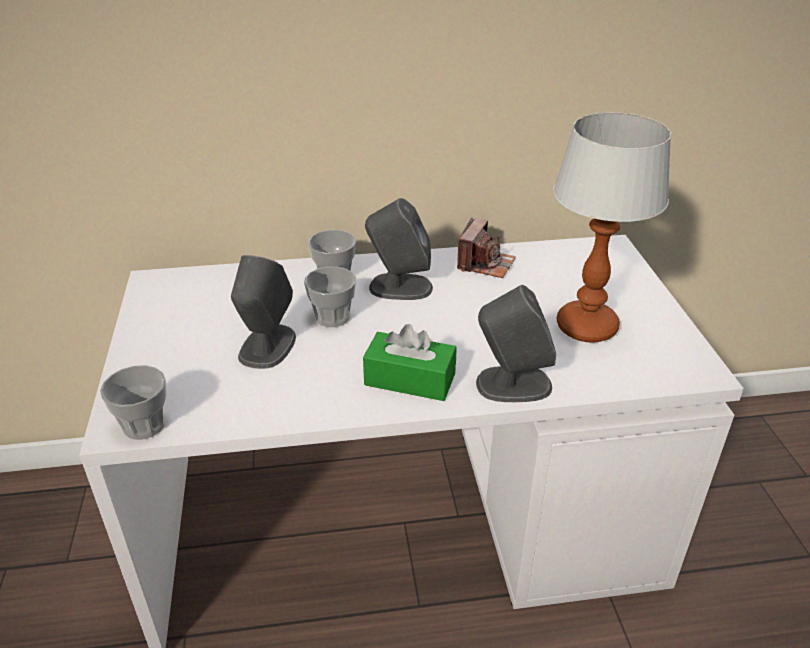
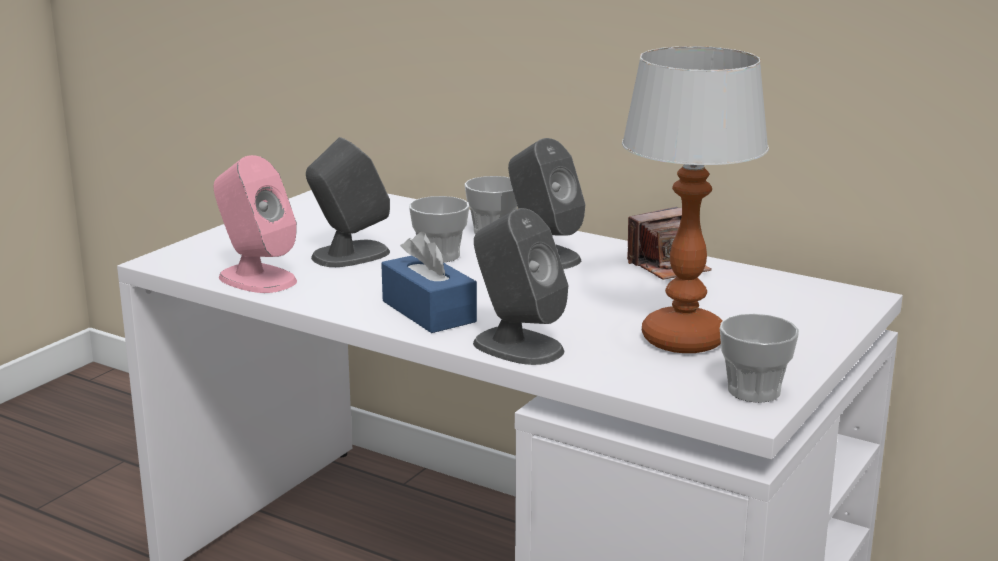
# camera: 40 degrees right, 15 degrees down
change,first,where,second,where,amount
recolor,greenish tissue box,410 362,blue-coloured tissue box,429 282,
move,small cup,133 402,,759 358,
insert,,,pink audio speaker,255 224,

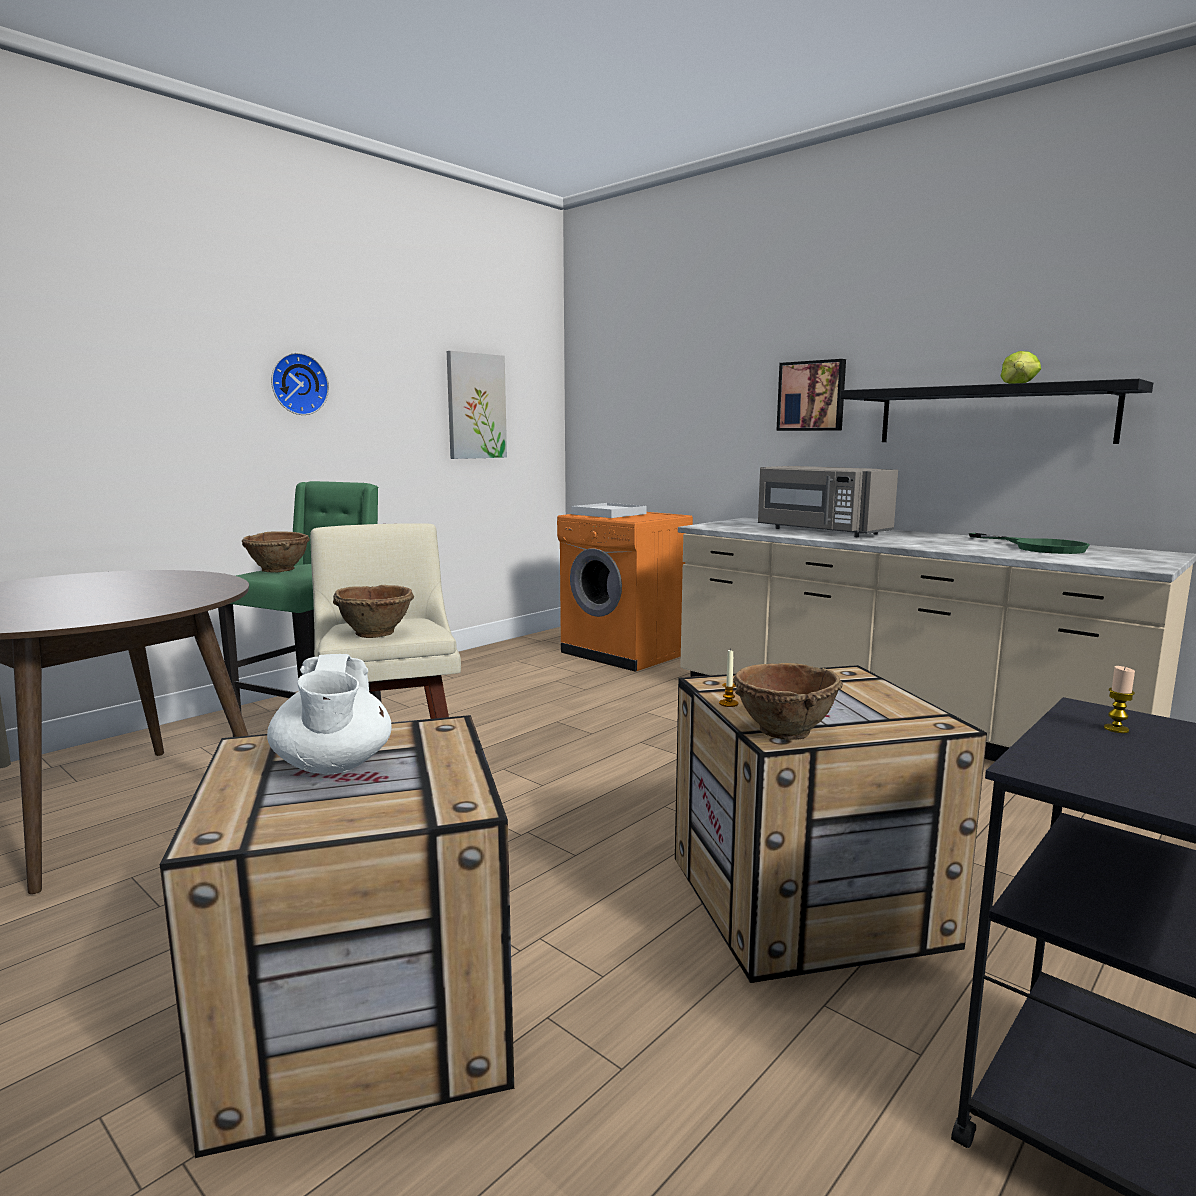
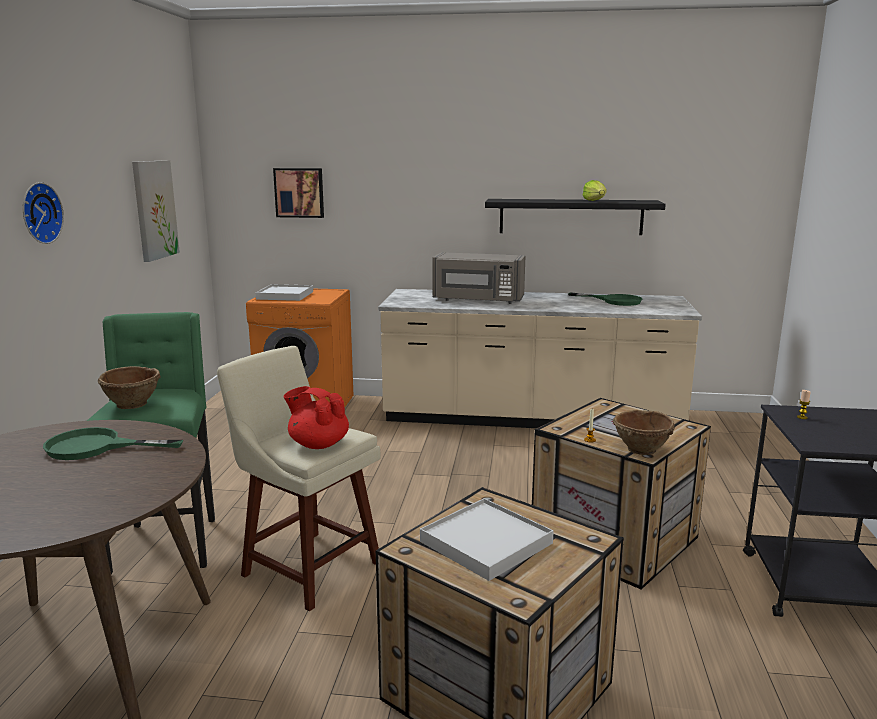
# camera: 35 degrees left, 5 degrees up
change,first,where,second,where,amount
move,picture,811 395,,298 193,
replace,brown deep dish,373 611,red-coloured teapot,316 417,
replace,white teapot,329 714,white serving tray,487 539,
insert,,,greenish pan,113 443,

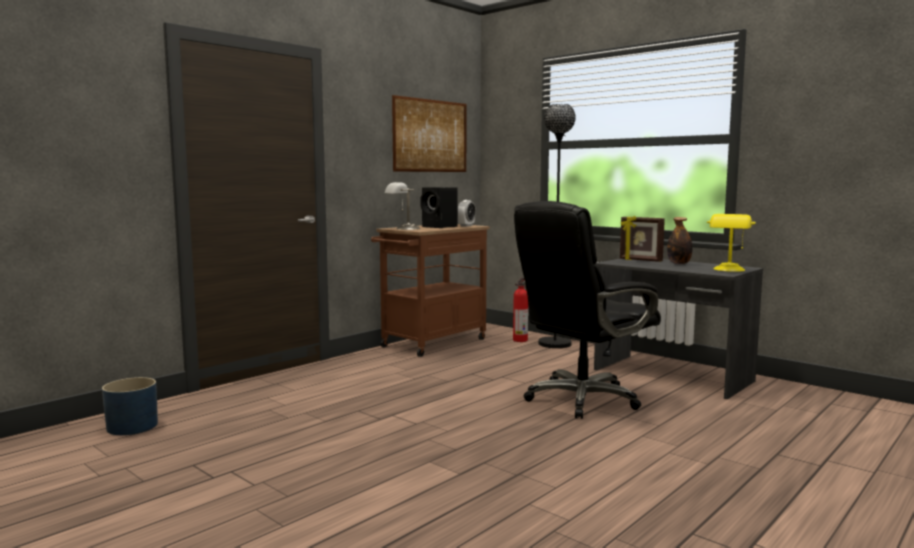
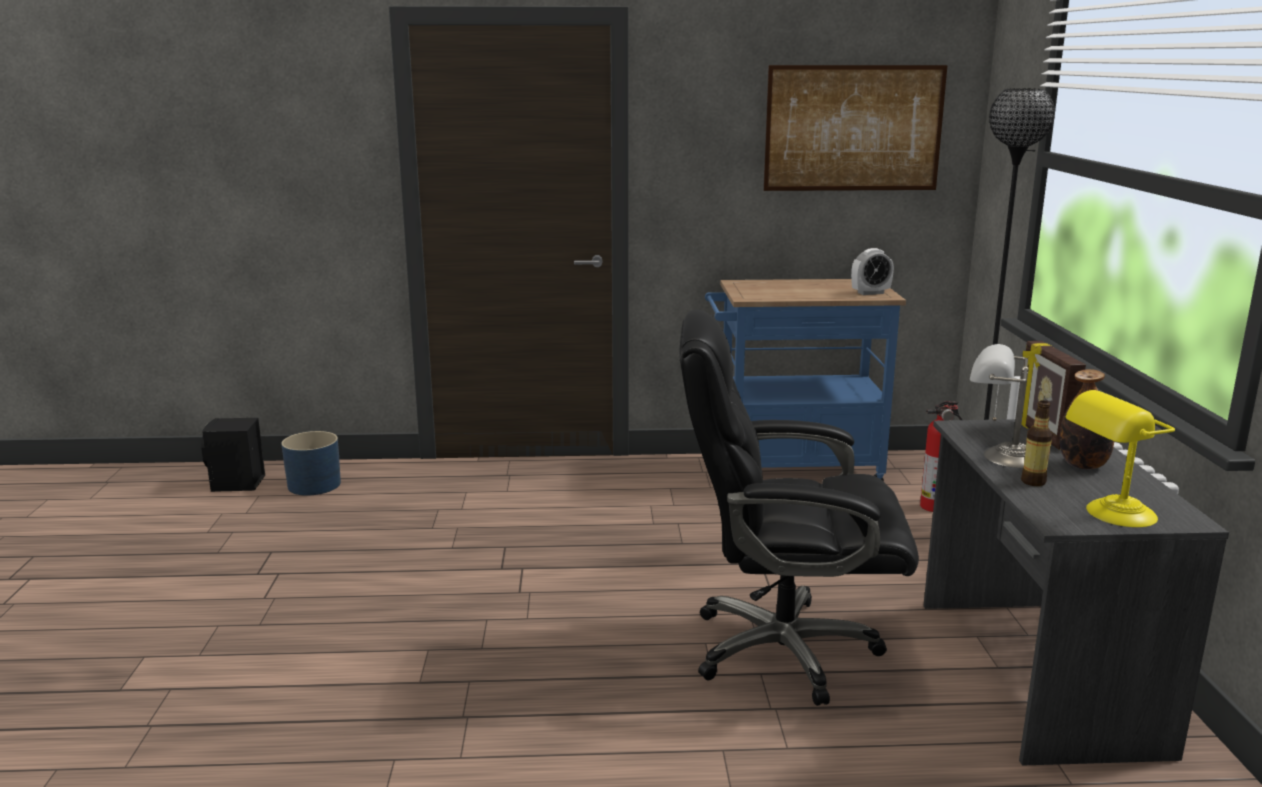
# camera: 45 degrees right, 10 degrees up
change,first,where,second,where,amount
move,white tabletop lamp,403 206,,999 406,
move,black audio speaker,439 207,,233 455,
recolor,brown trolley,430 290,blue-coloured trolley,805 380,
insert,,,bottle,1036 443,

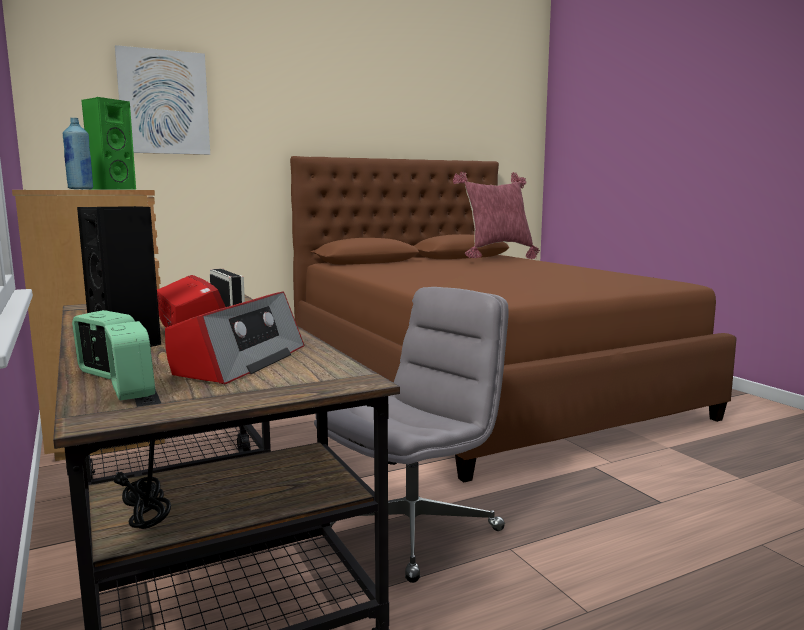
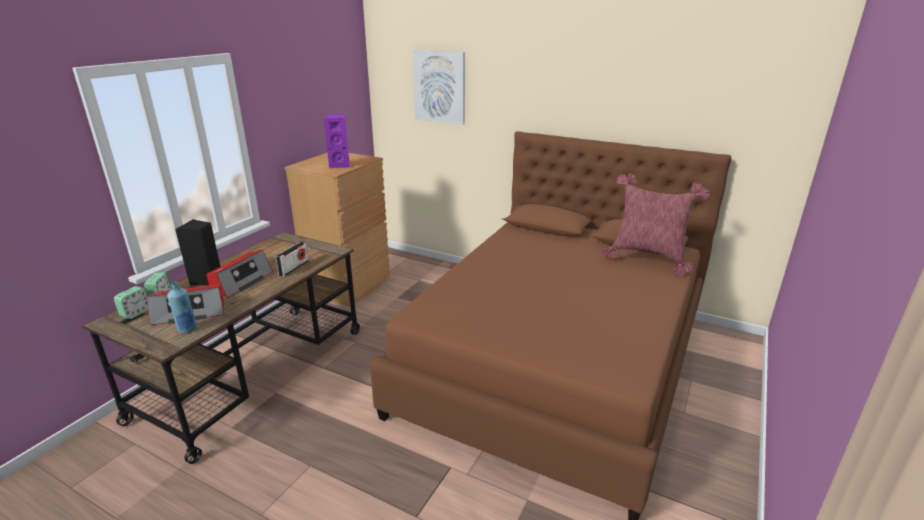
# camera: 55 degrees right, 15 degrees up
change,first,where,second,where,amount
recolor,greenish audio speaker,108 143,purple-coloured audio speaker,337 141,
move,blue-coloured bottle,78 153,,182 308,
delete,gray desk chair,411 435,,,

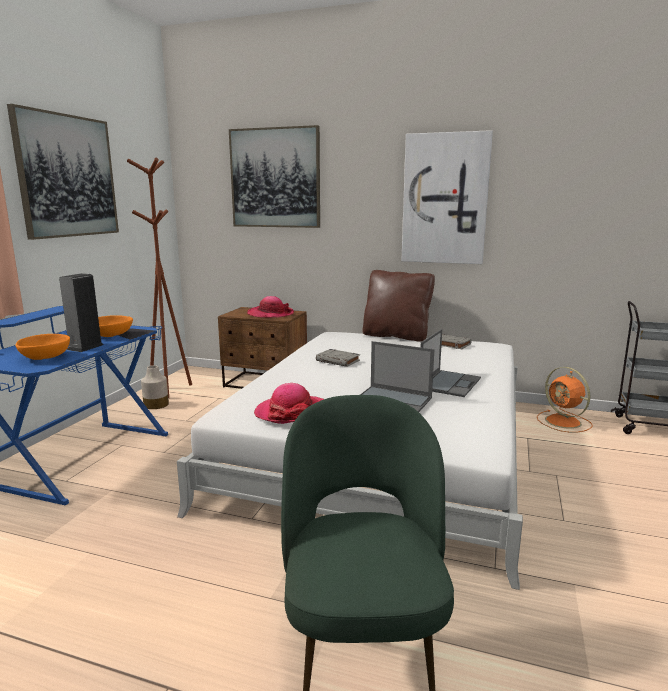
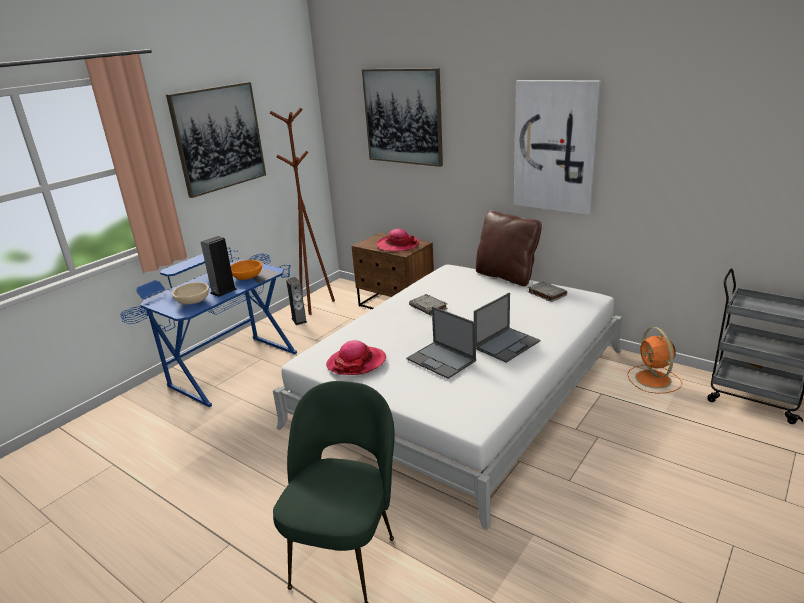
# camera: 20 degrees right, 10 degrees up
change,first,where,second,where,amount
recolor,orangey deep dish,42 347,beige-coloured deep dish,190 293,
replace,beige-coloured decorative vase,155 387,audio speaker,296 301,

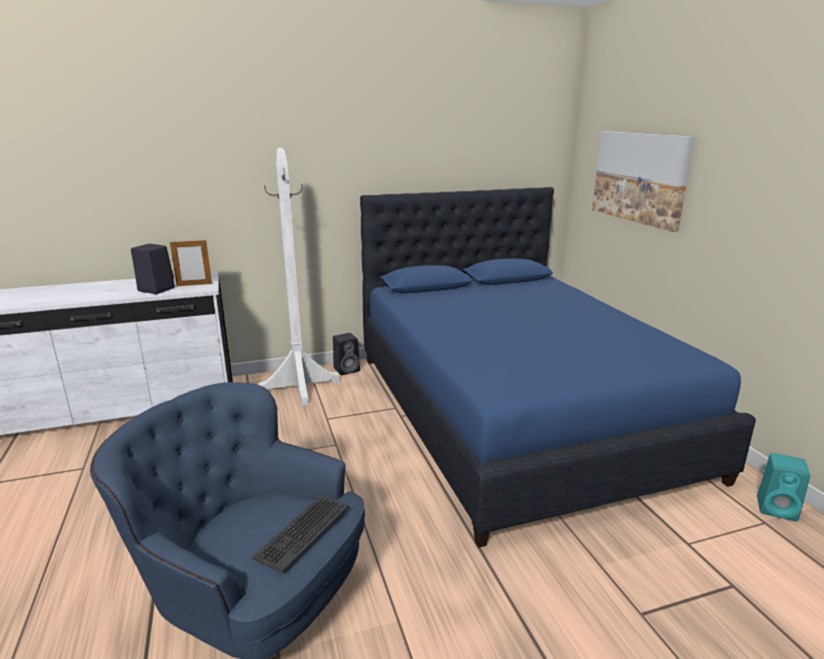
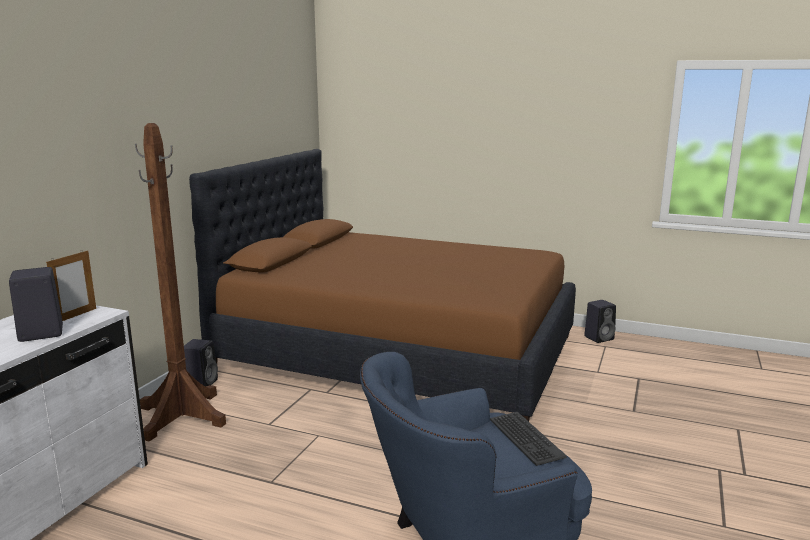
# camera: 50 degrees left, 5 degrees down
change,first,where,second,where,amount
delete,picture,643 181,,,
recolor,white garment stand,299 277,brown garment stand,180 282,
recolor,blue-coloured bedroom bed,558 367,brown bedroom bed,382 285,
recolor,blue-green audio speaker,783 487,black audio speaker,600 321,

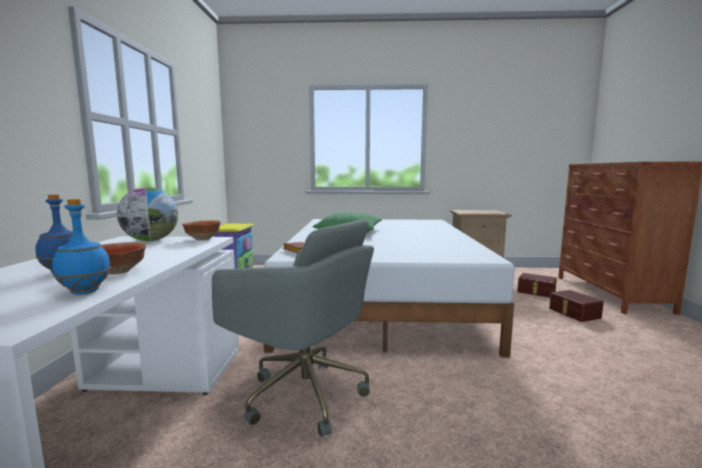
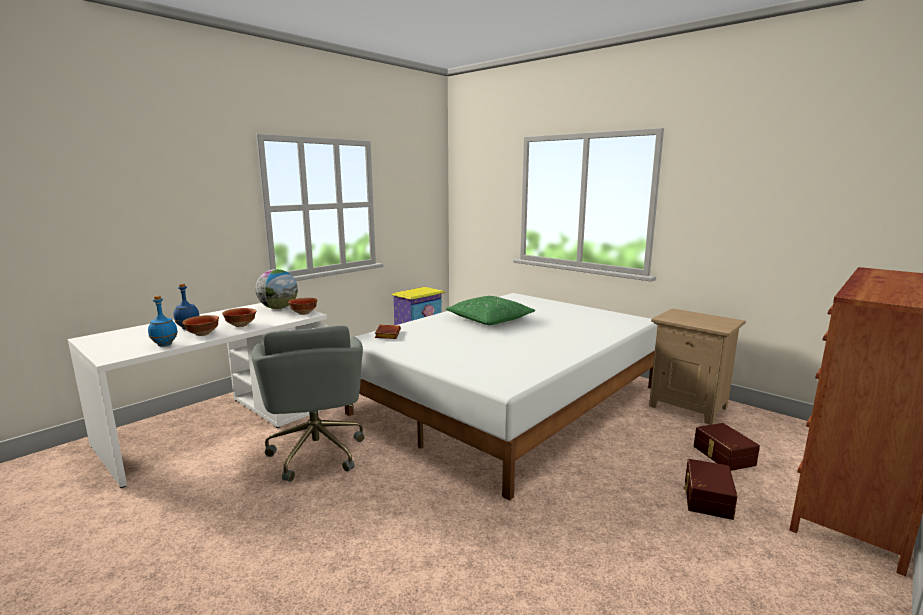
# camera: 40 degrees right, 5 degrees up
change,first,where,second,where,amount
insert,,,deep dish,239 317,

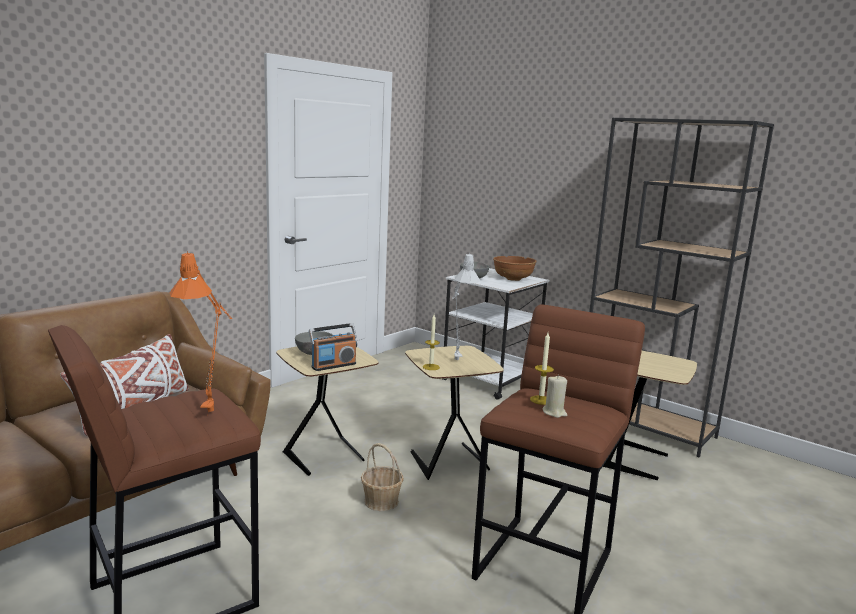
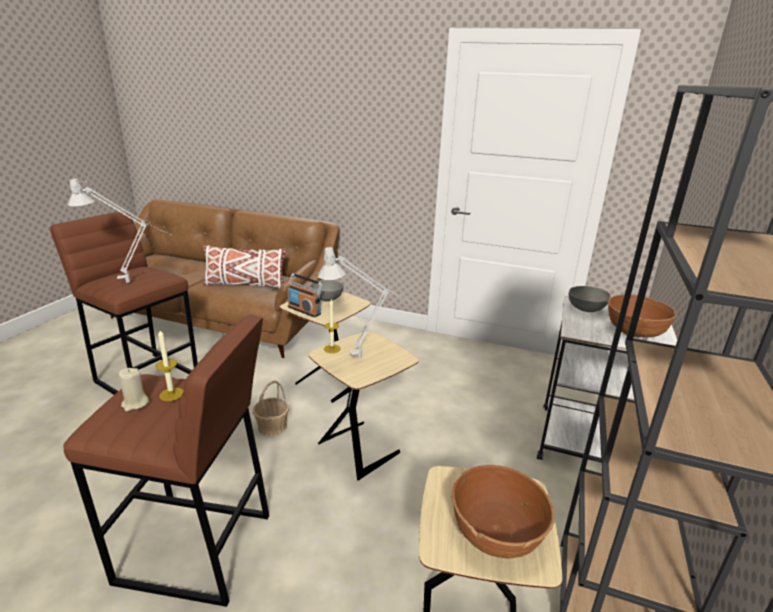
# camera: 70 degrees right, 10 degrees up
change,first,where,second,where,amount
recolor,orangey tabletop lamp,200 331,gray tabletop lamp,120 230,
insert,,,brown deep dish,503 511,

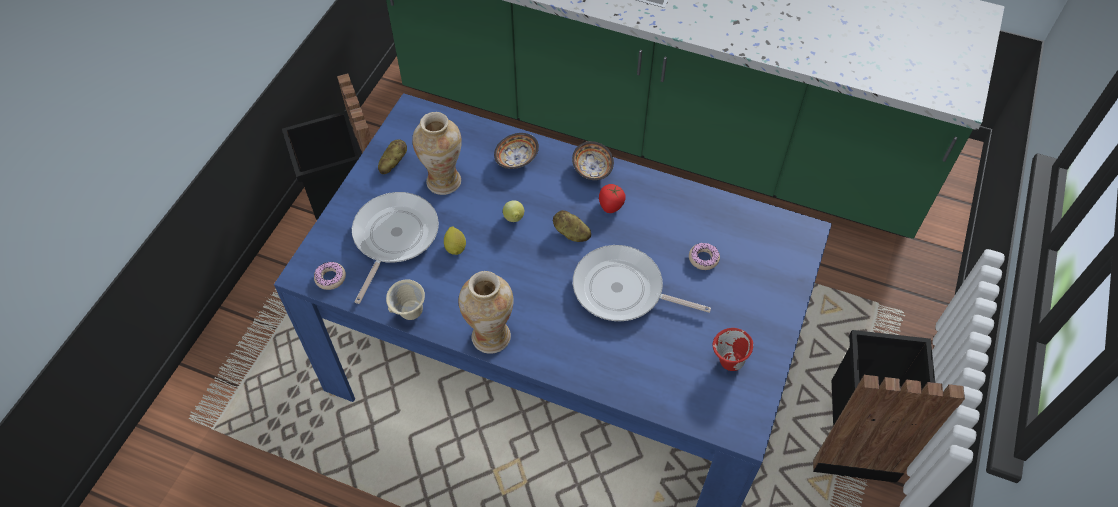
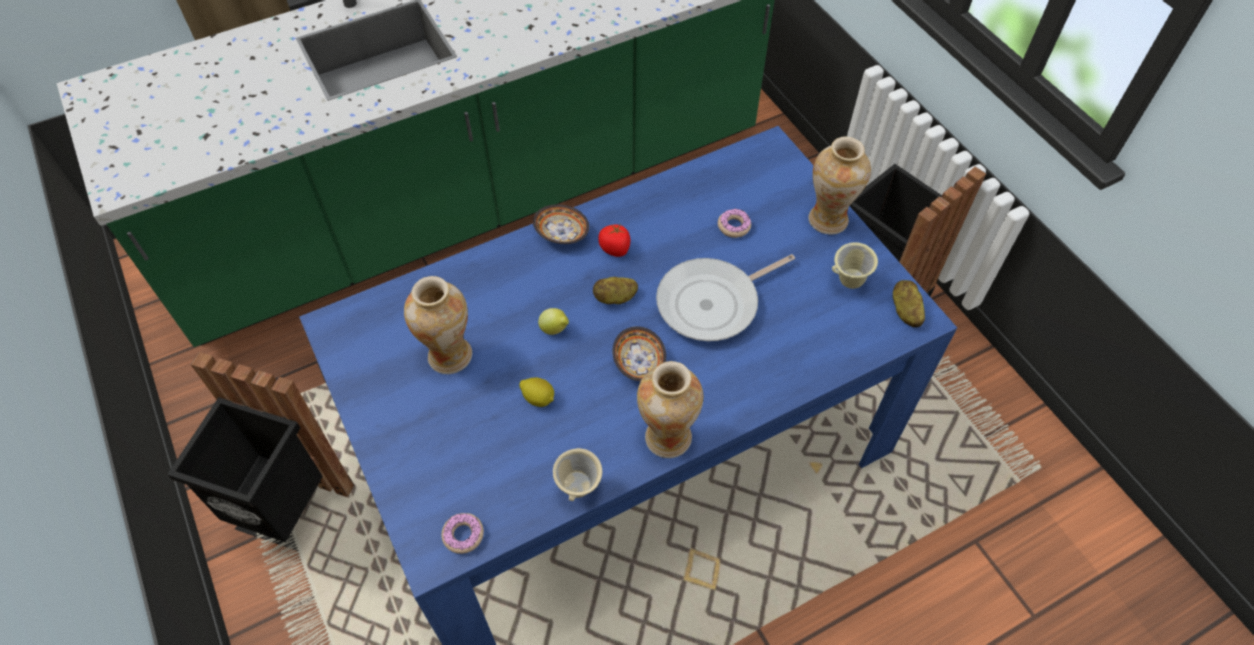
# camera: 50 degrees left, 0 degrees up
change,first,where,second,where,amount
move,deep dish,516 151,,639 353,
move,whole potato,392 156,,909 303,
delete,pan,395 248,,,
recolor,red-coloured tea mug,733 349,beige-coloured tea mug,855 265,
insert,,,decorative vase,840 185,

